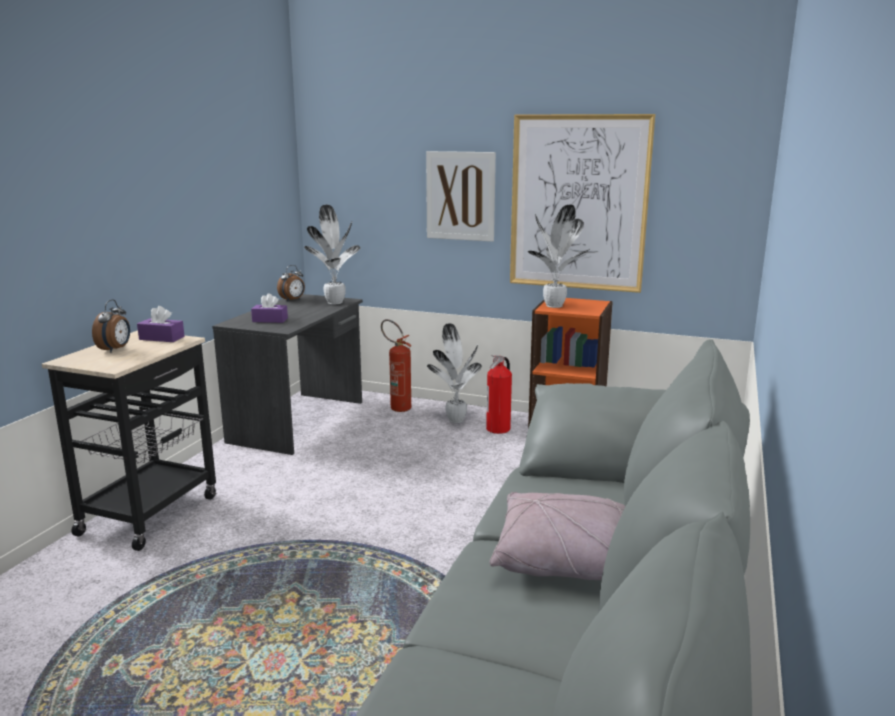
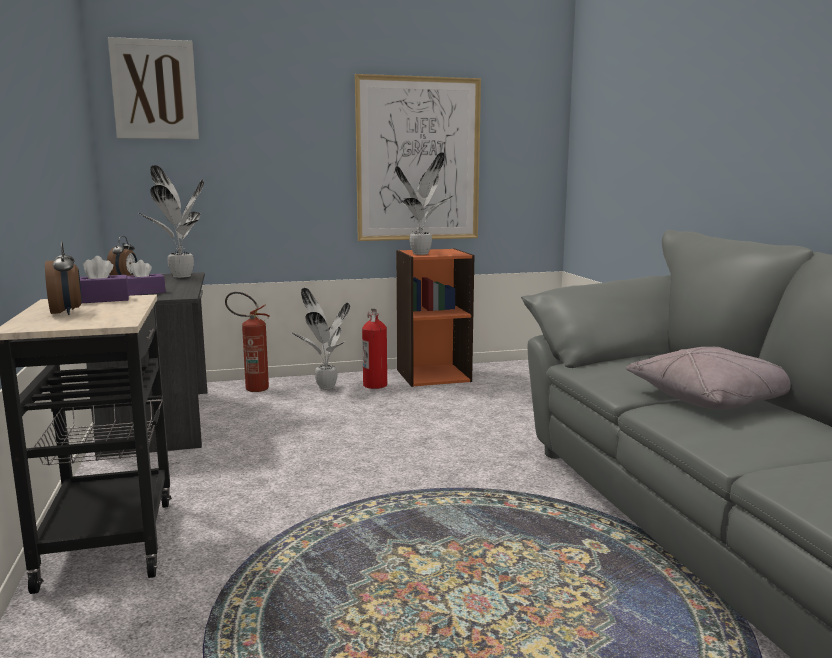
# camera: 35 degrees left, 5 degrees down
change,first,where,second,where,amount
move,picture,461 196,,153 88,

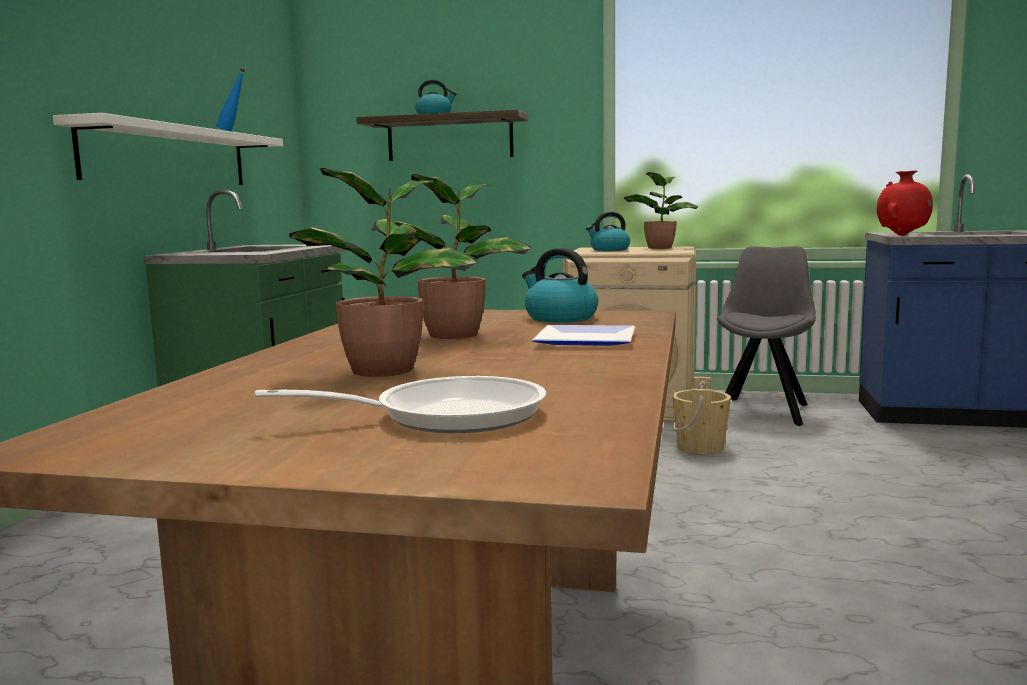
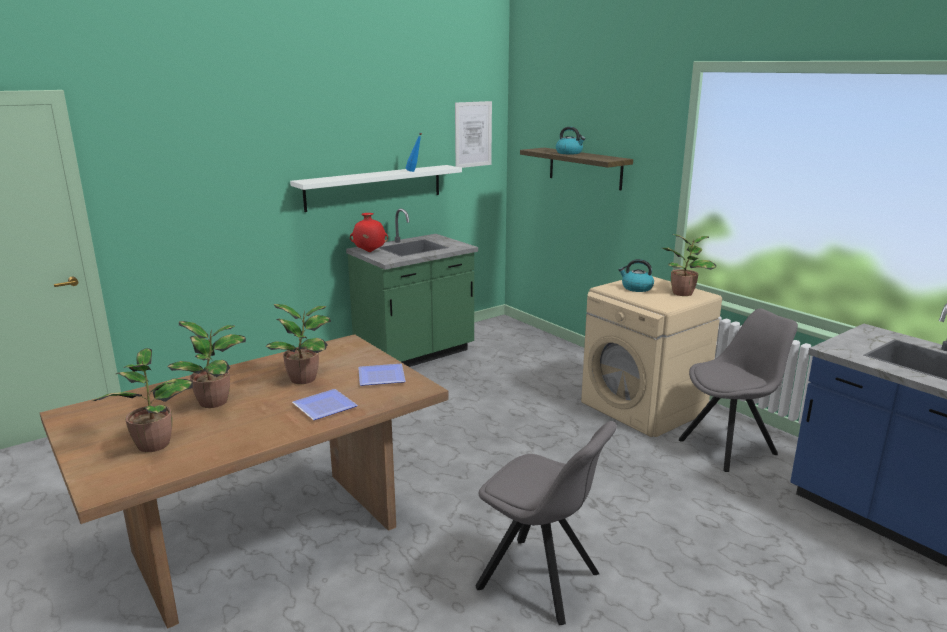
# camera: 40 degrees right, 10 degrees up
change,first,where,second,where,amount
move,red-coloured decorative vase,905 203,,369 232,
replace,tea kettle,560 285,flat dish,382 375,
replace,pan,400 404,houseplant,142 400,
delete,beige-coloured bucket,701 416,,,
insert,,,picture,473 134,
insert,,,gray plain chair,546 523,

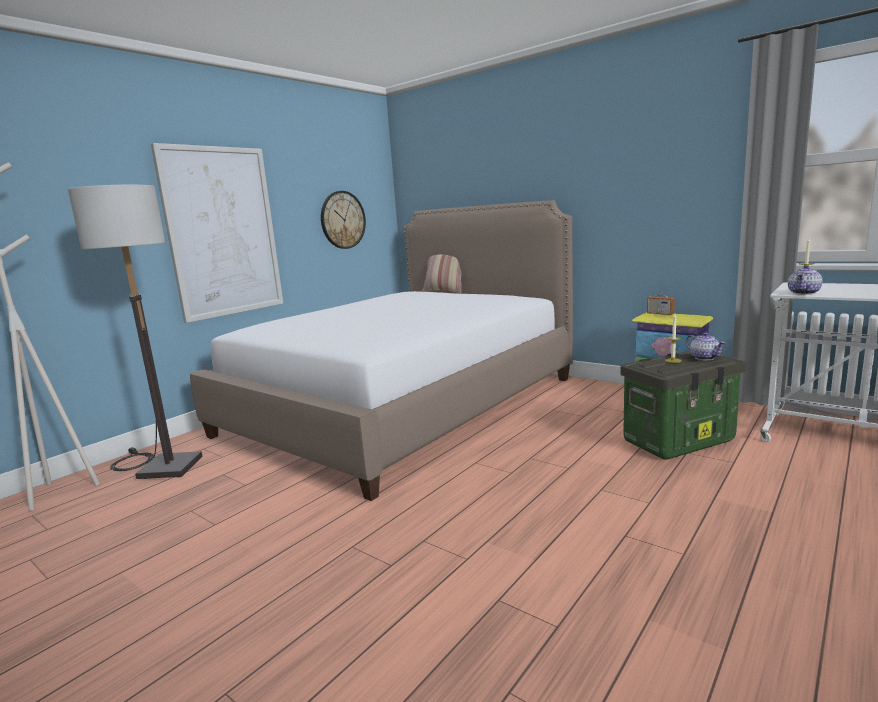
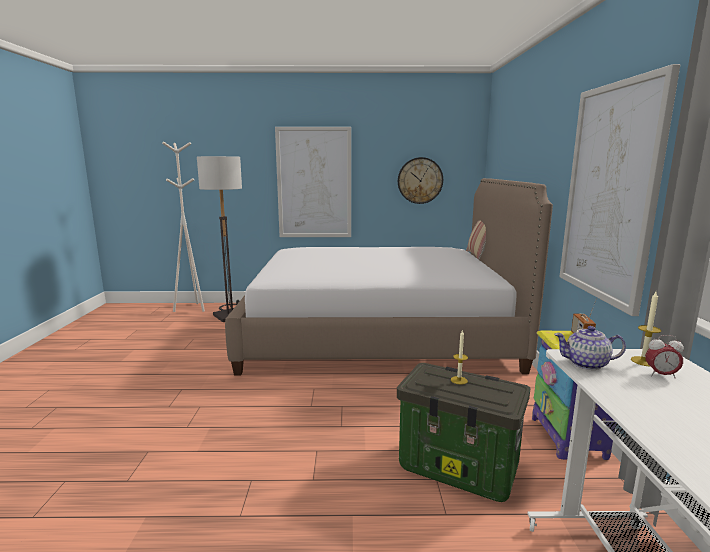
# camera: 50 degrees right, 0 degrees up
change,first,where,second,where,amount
delete,teapot,706 346,,,
insert,,,picture,619 190,
insert,,,bedside clock,664 357,

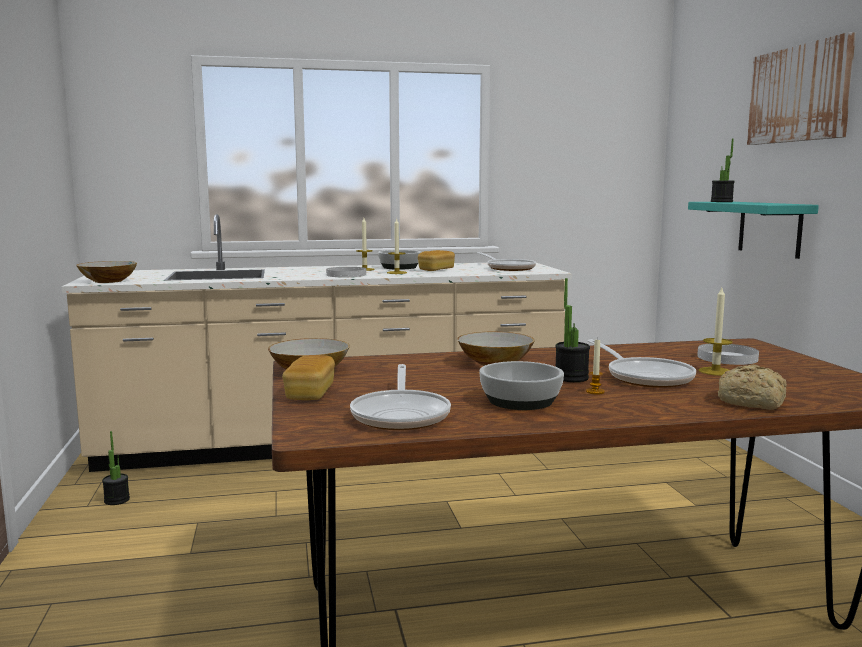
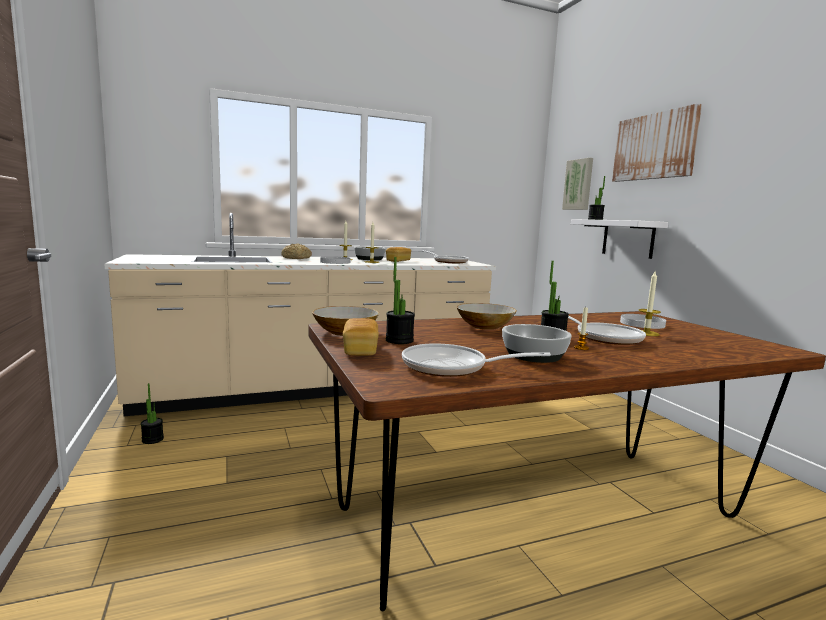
# camera: 10 degrees left, 0 degrees up
change,first,where,second,where,amount
recolor,blue-green bracket shelf,753 230,white bracket shelf,619 239,
delete,deep dish,106 272,,,
rotate,pan,400 397,,476 360,105 degrees clockwise
move,bread,752 387,,296 251,
insert,,,picture,577 184,
insert,,,houseplant,400 300,

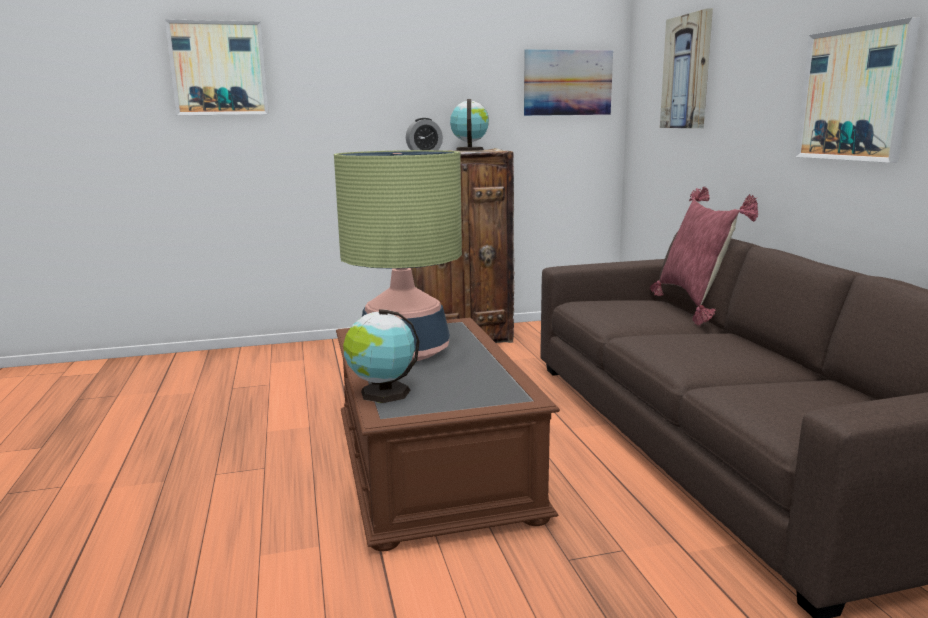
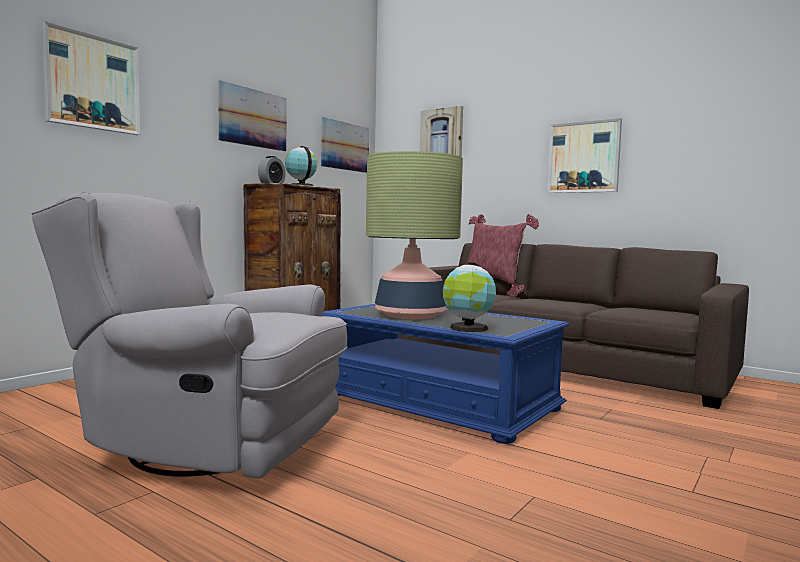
# camera: 40 degrees left, 10 degrees down
change,first,where,second,where,amount
recolor,brown lounge table,448 434,blue-coloured lounge table,446 374,
insert,,,picture,252 115,
insert,,,gray armchair,190 335,

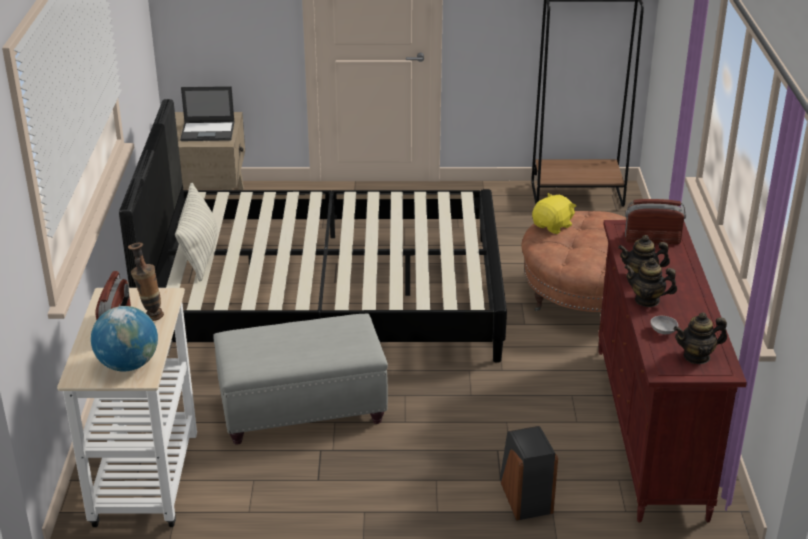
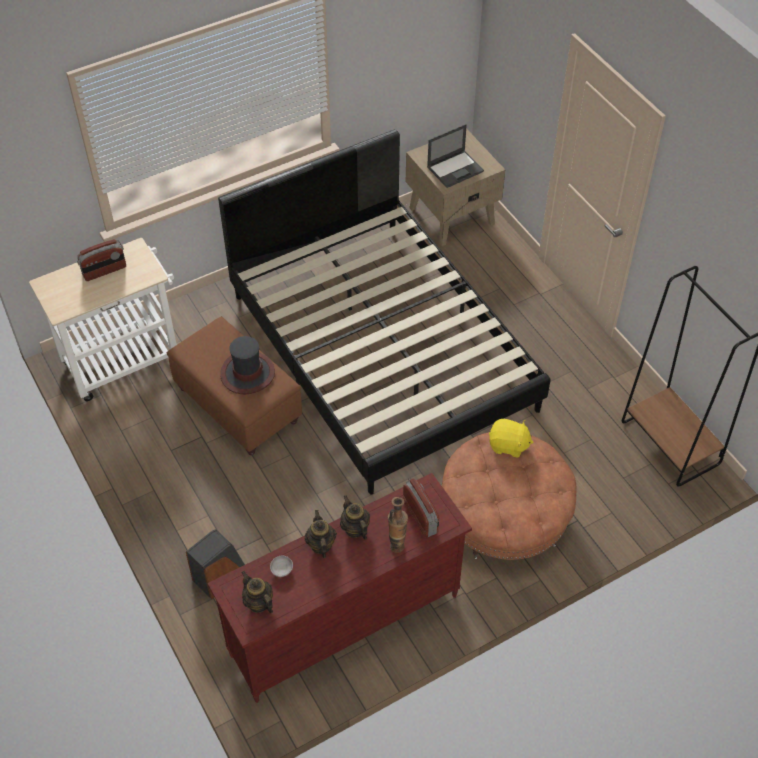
# camera: 60 degrees right, 20 degrees up
change,first,where,second,where,amount
rotate,laptop,207 113,,455 156,90 degrees counterclockwise
delete,cushion,196 232,,,
move,decorative vase,146 281,,398 525,
delete,globe,124 339,,,
recolor,gray ottoman,300 379,brown ottoman,234 385,
insert,,,hat,247 365,

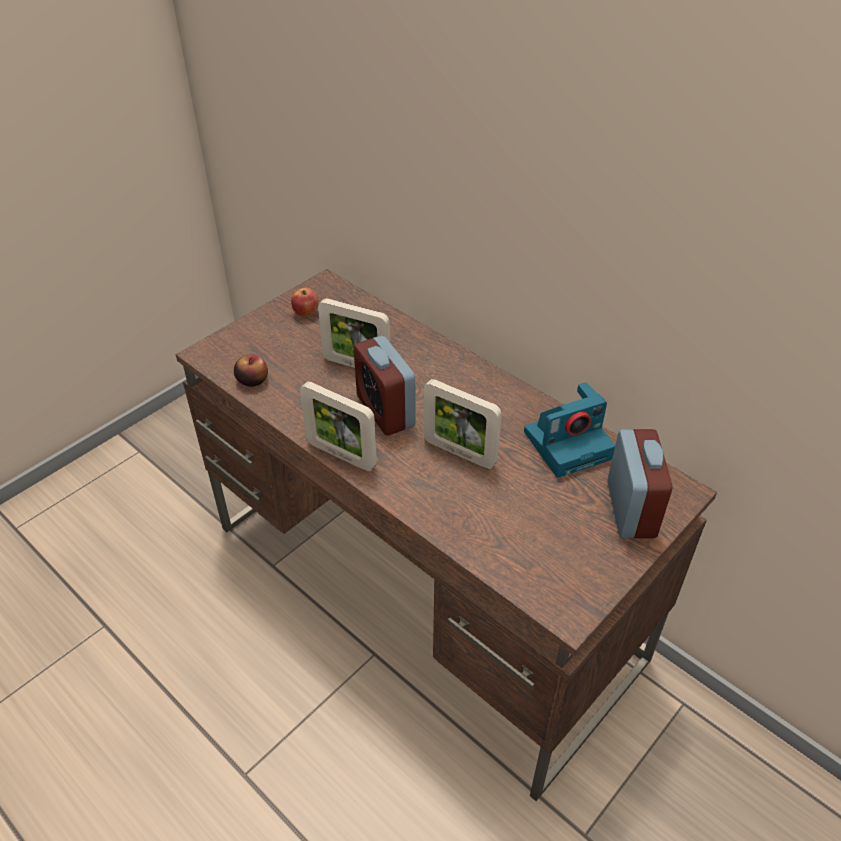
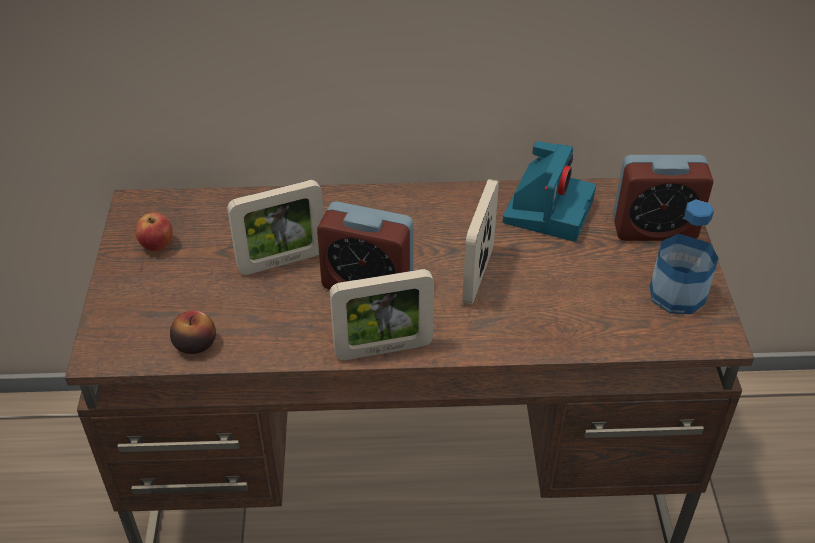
# camera: 45 degrees left, 0 degrees up
change,first,where,second,where,amount
rotate,standing frame,463 424,,480 241,120 degrees clockwise
rotate,bedside clock,640 483,,663 198,135 degrees clockwise
insert,,,bottle,684 257,

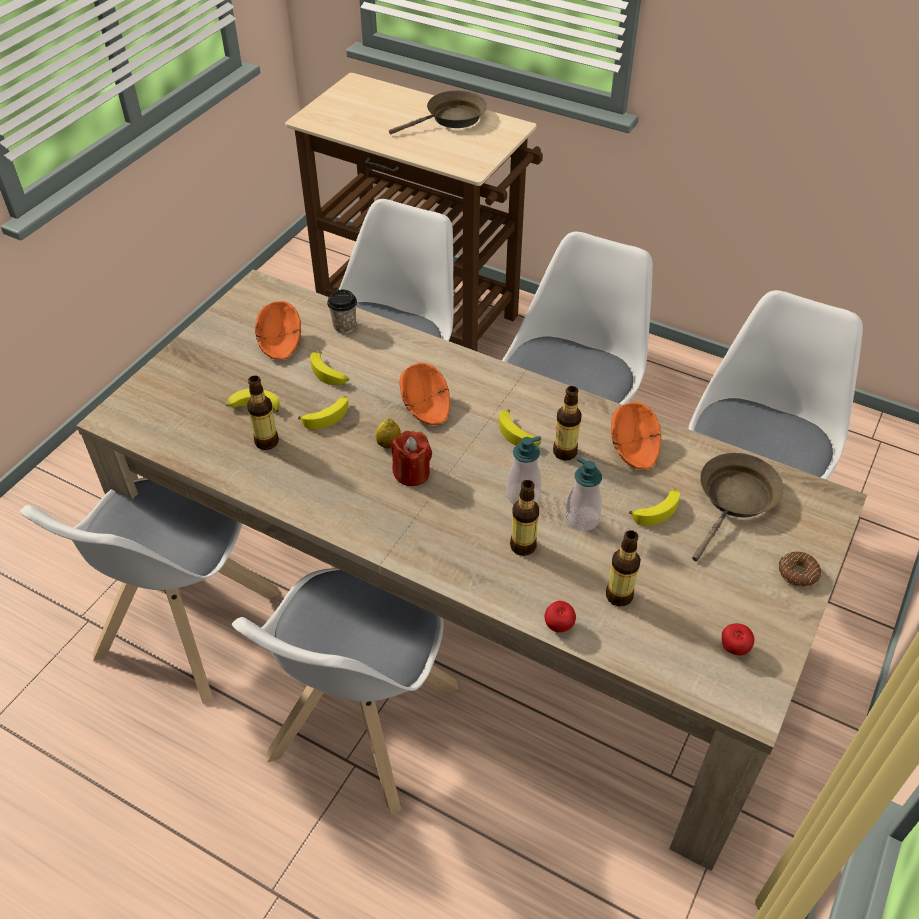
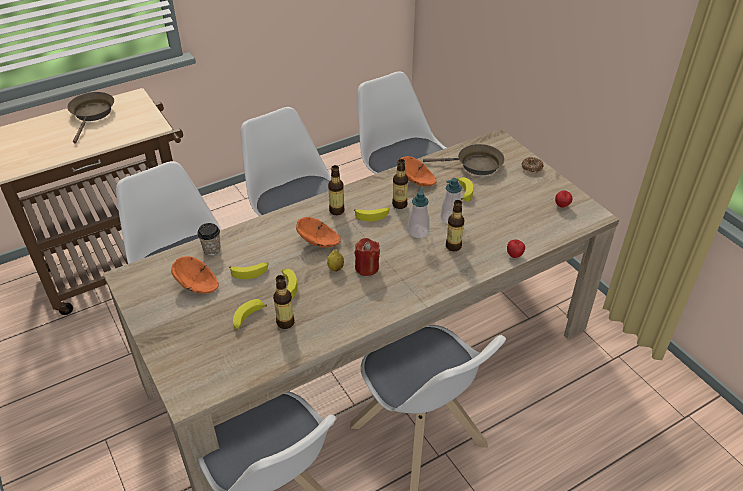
# camera: 60 degrees left, 5 degrees down
change,first,where,second,where,amount
rotate,brown pan,738 507,,463 159,120 degrees clockwise
move,bottle,623 568,,336 190,

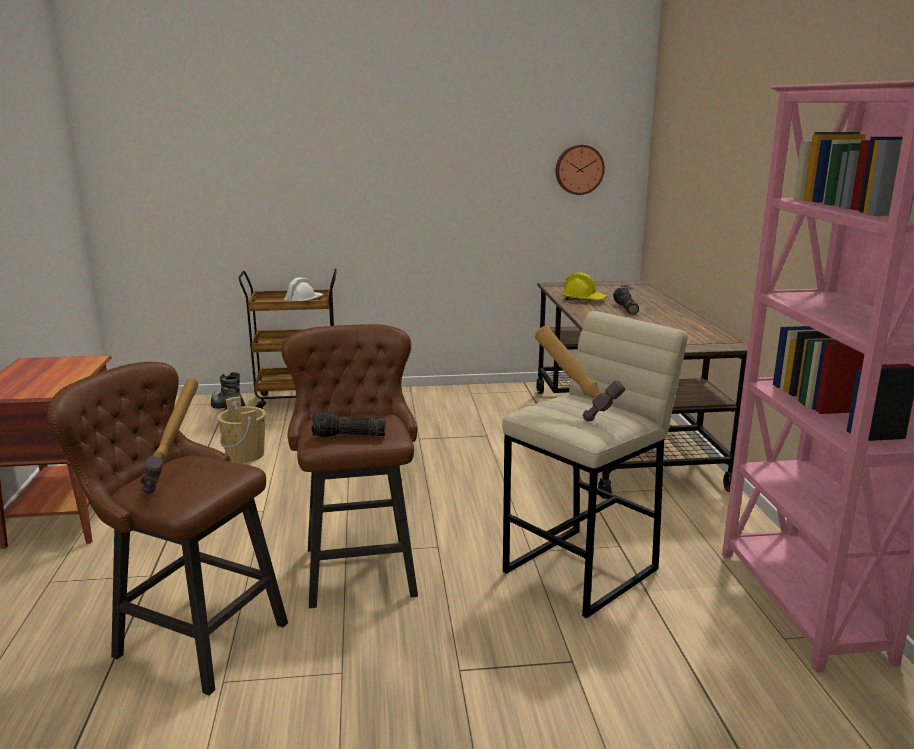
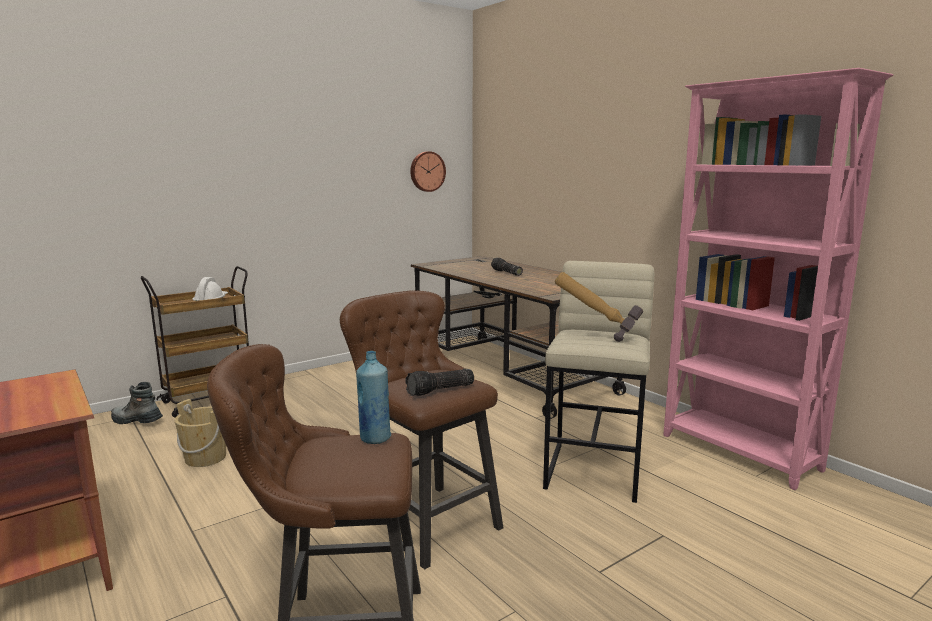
# camera: 30 degrees left, 5 degrees down
change,first,where,second,where,amount
delete,yellowish hard hat,584 286,,,
delete,hand hammer,169 435,,,
insert,,,blue-coloured bottle,373 397,

